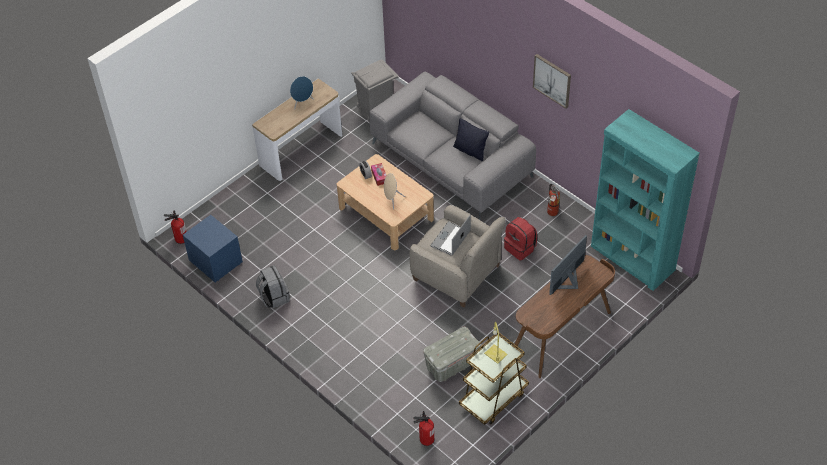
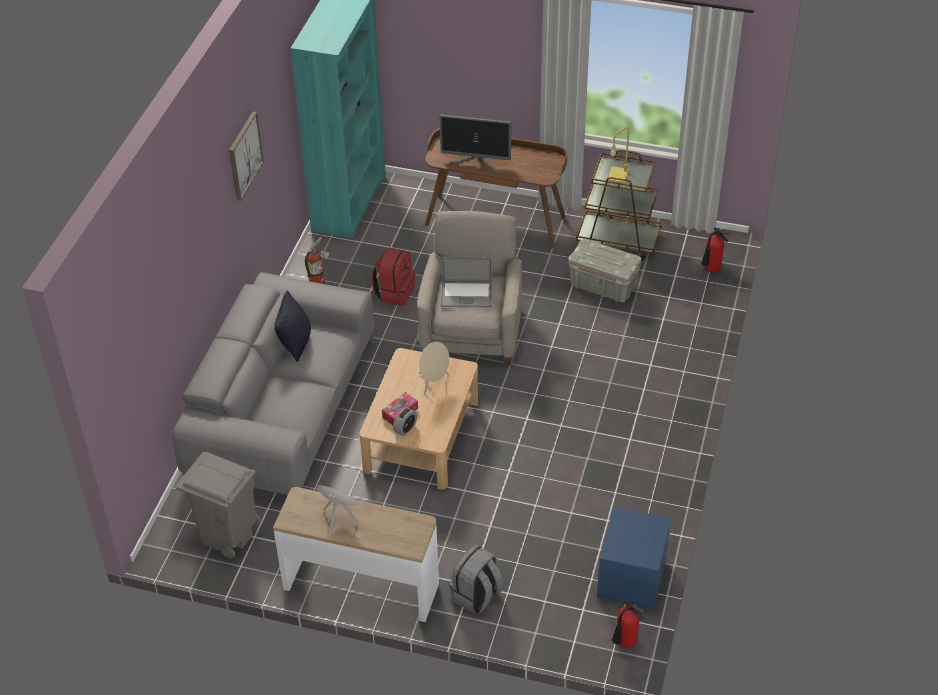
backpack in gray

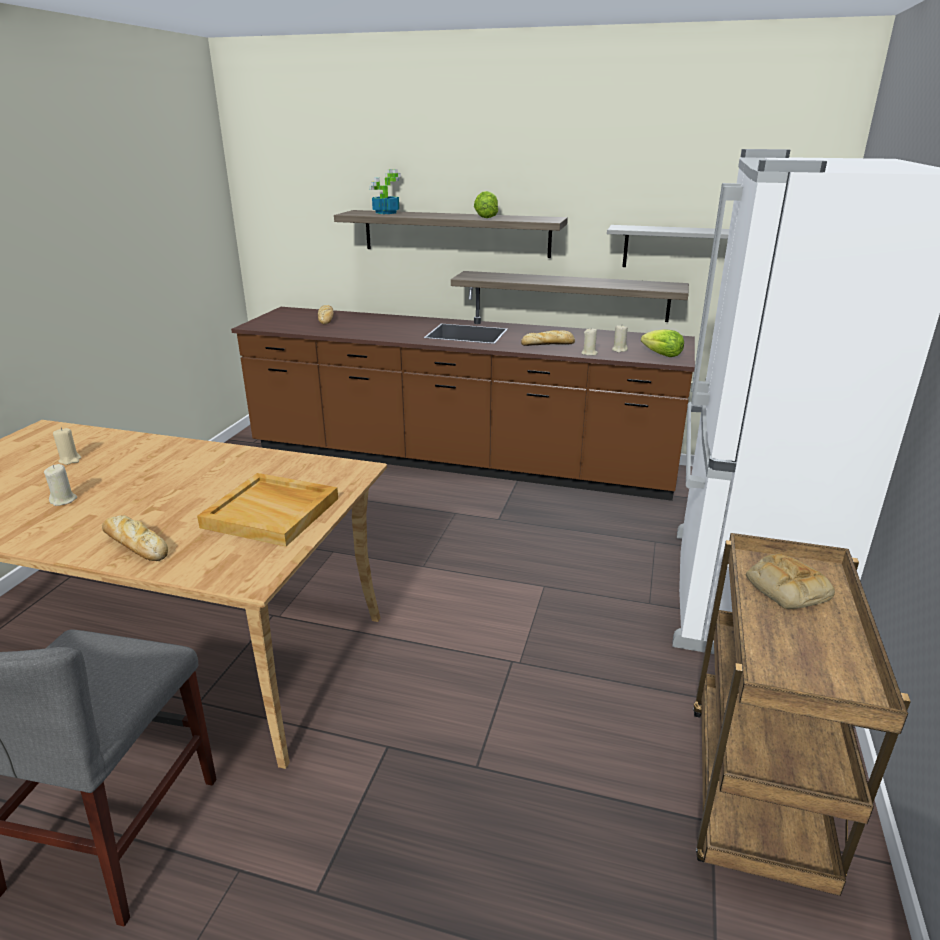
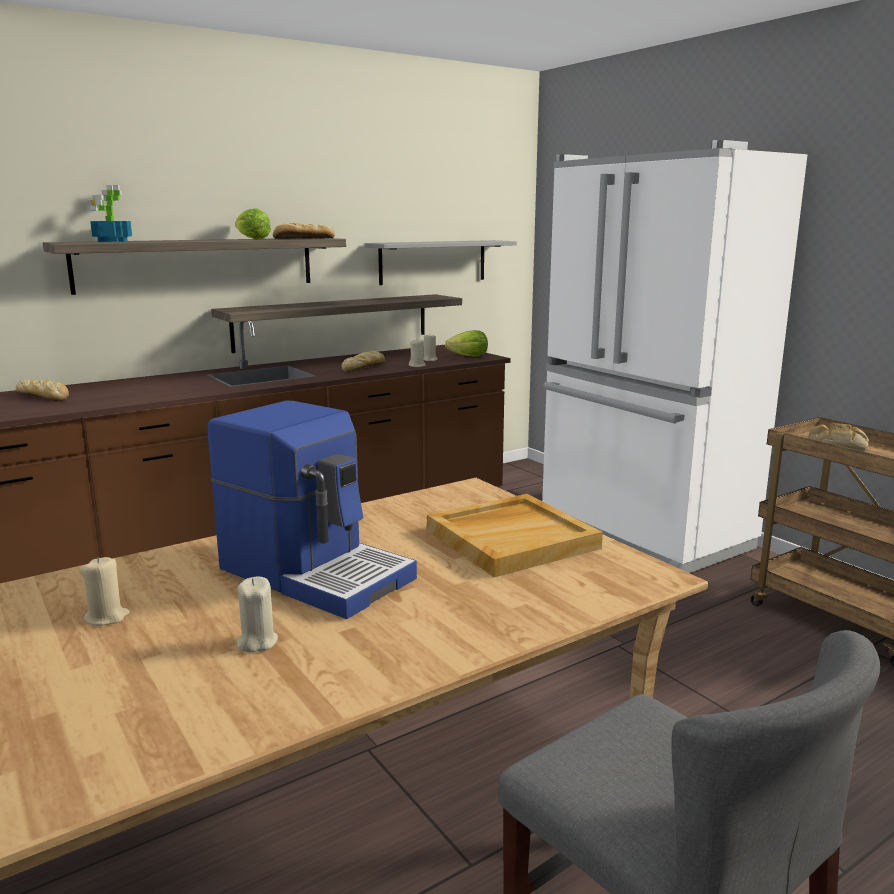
coffee machine; bakery bread (2nd from left)

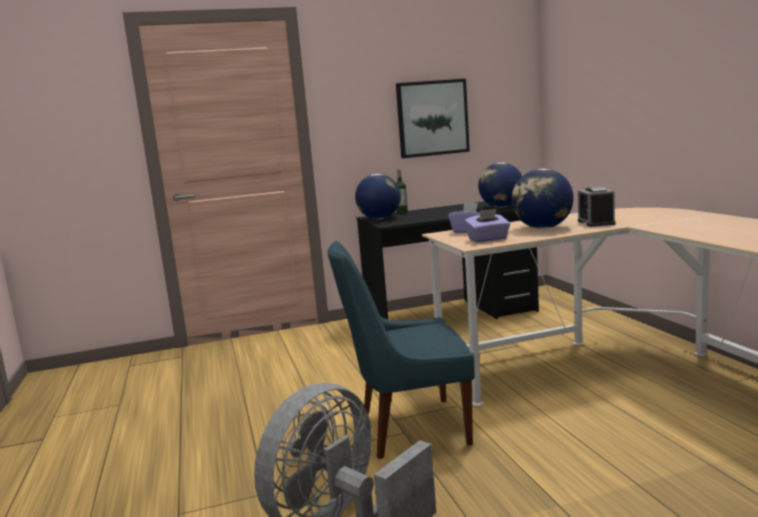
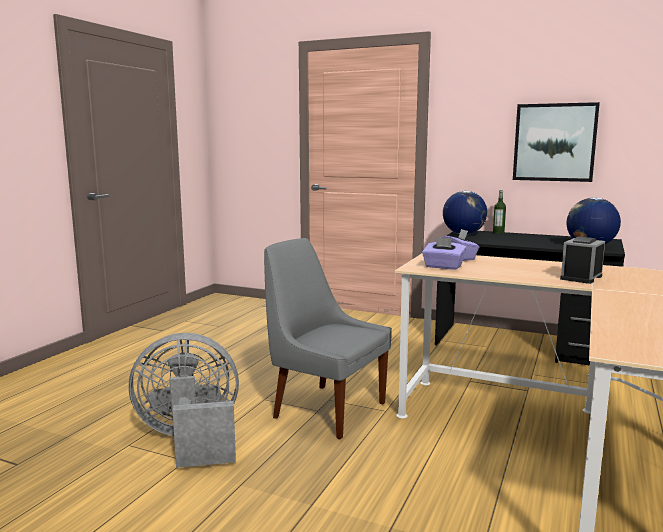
desk globe (3rd from left in the first image); chair in gray

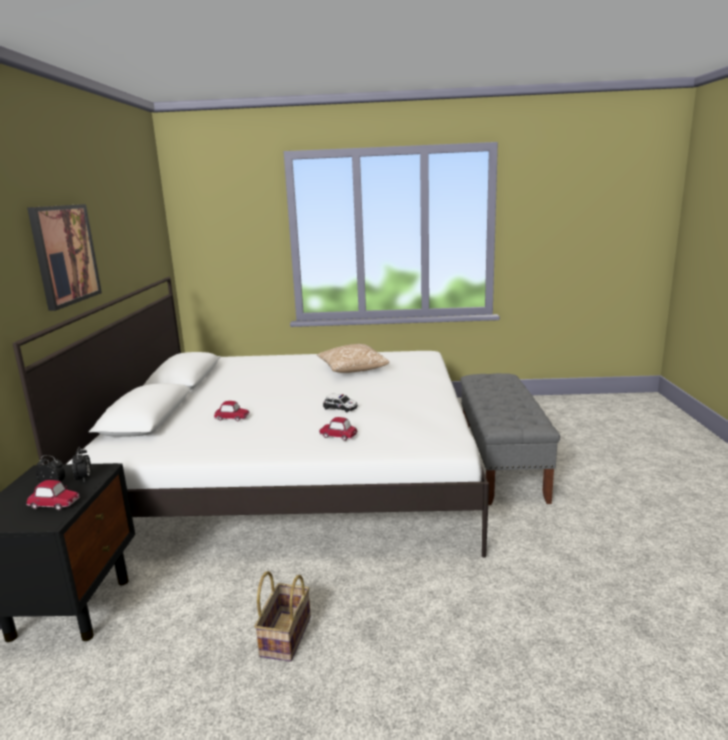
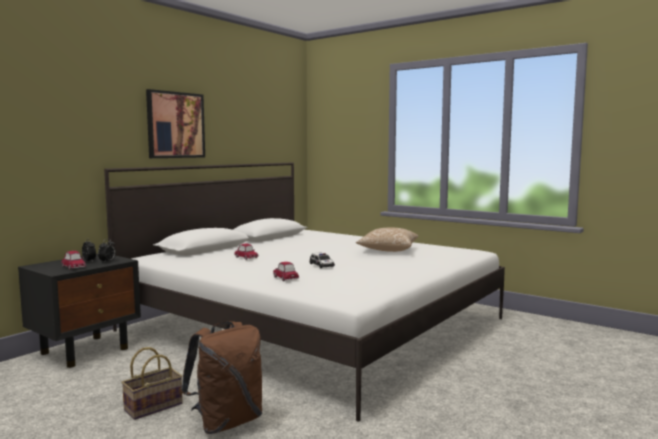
long seat in gray; backpack in brown-coloured

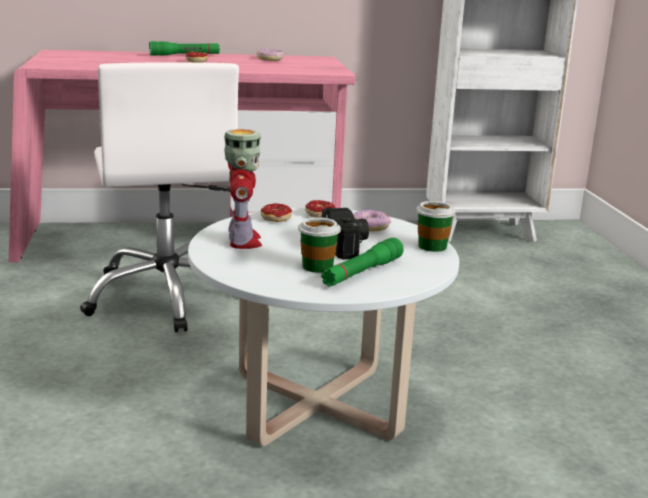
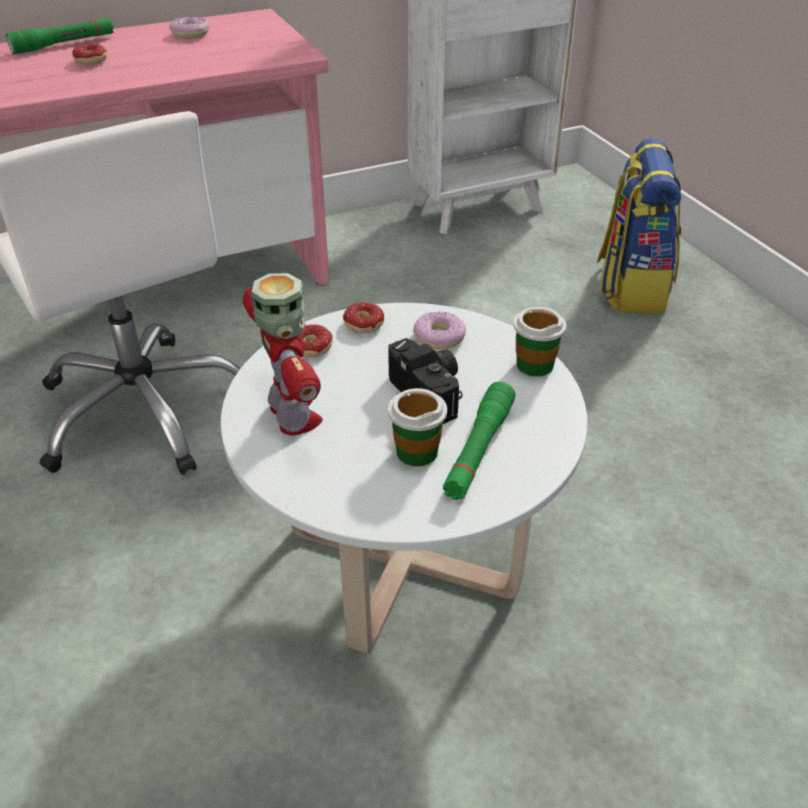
backpack

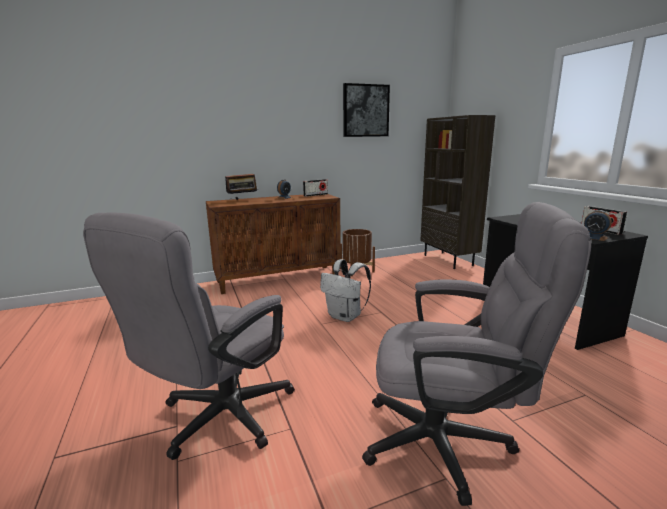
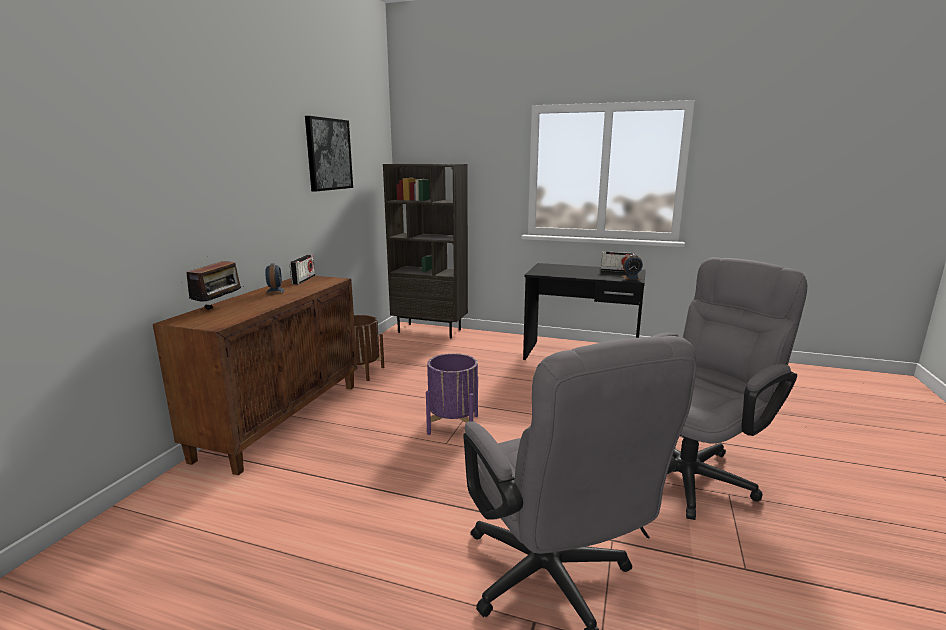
plant pot in purplish

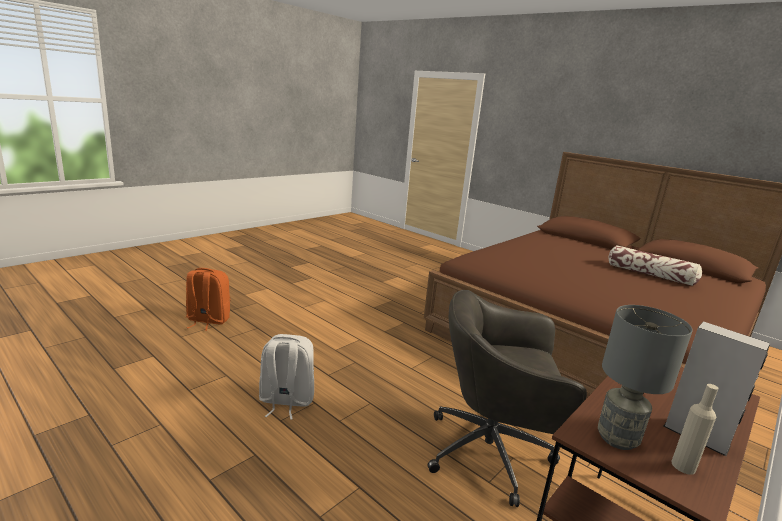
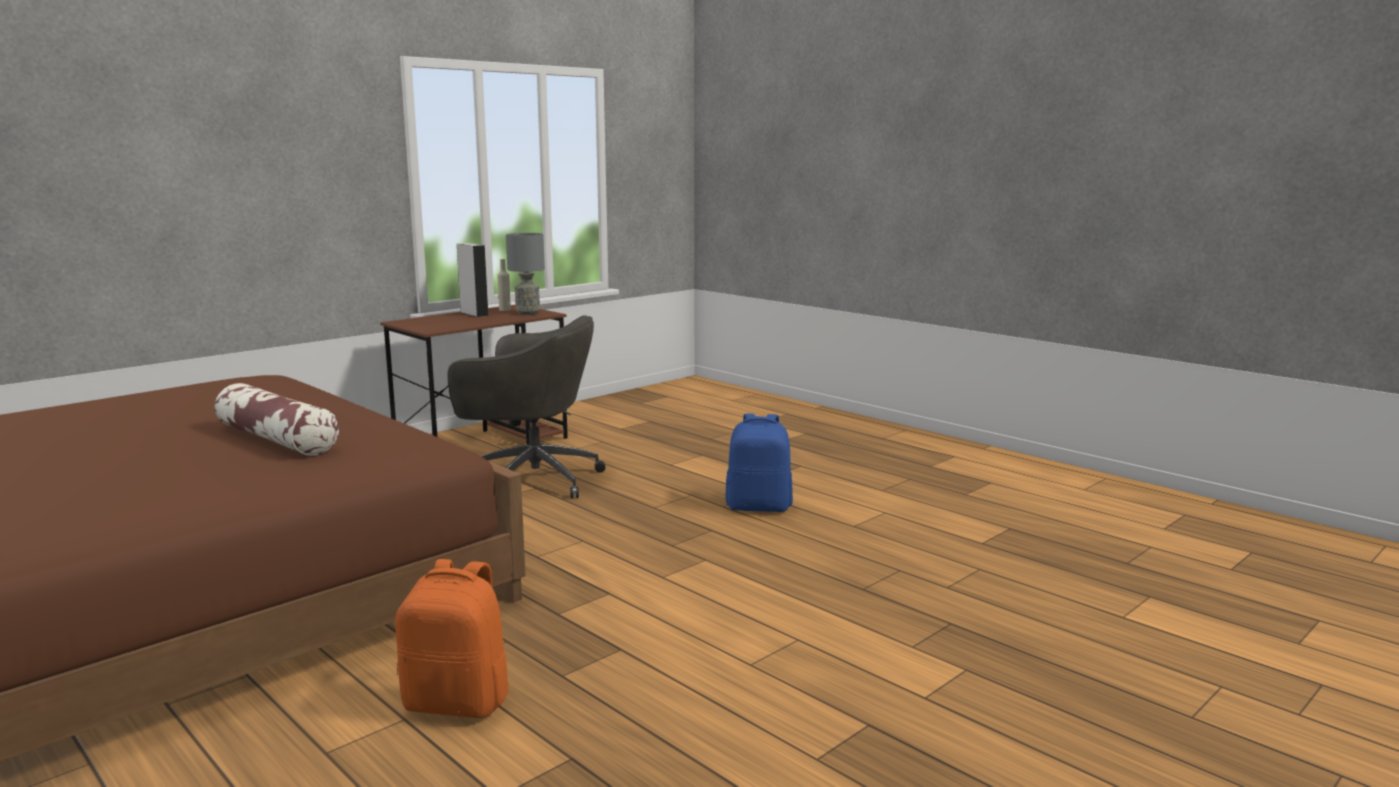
backpack in orange-coloured; pillow; backpack in blue-coloured

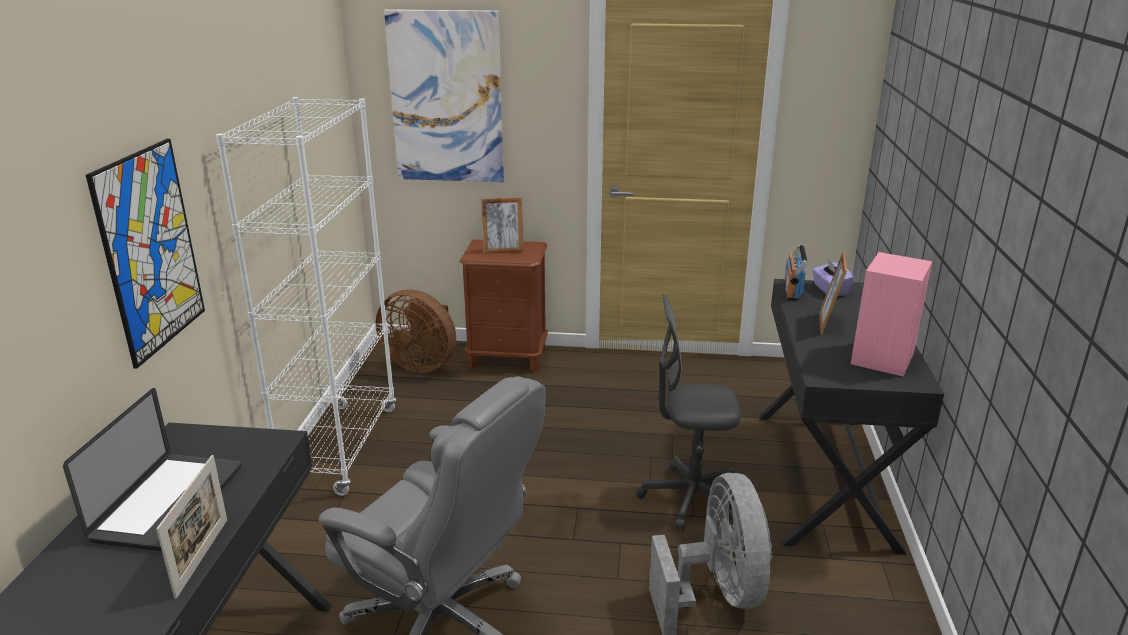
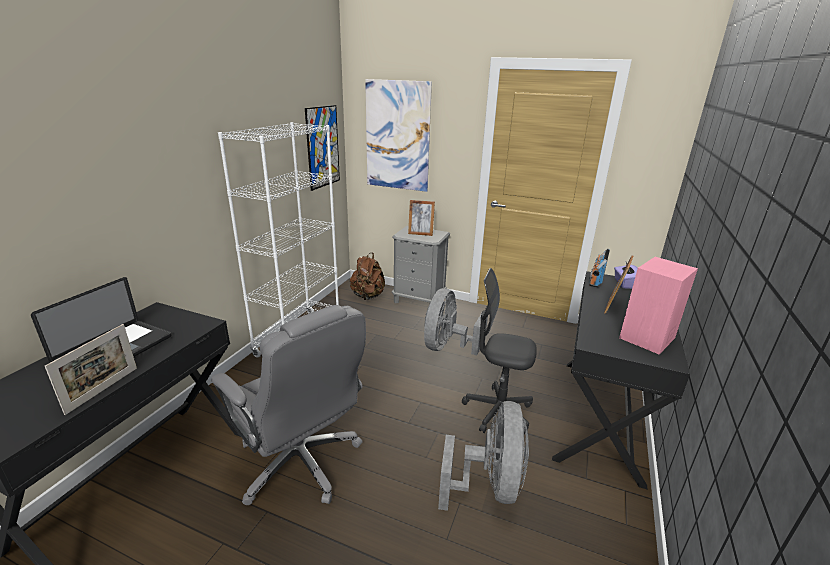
electric fan in gray (1st from left); wall picture (1st from left); backpack in brown-coloured; nightstand in gray

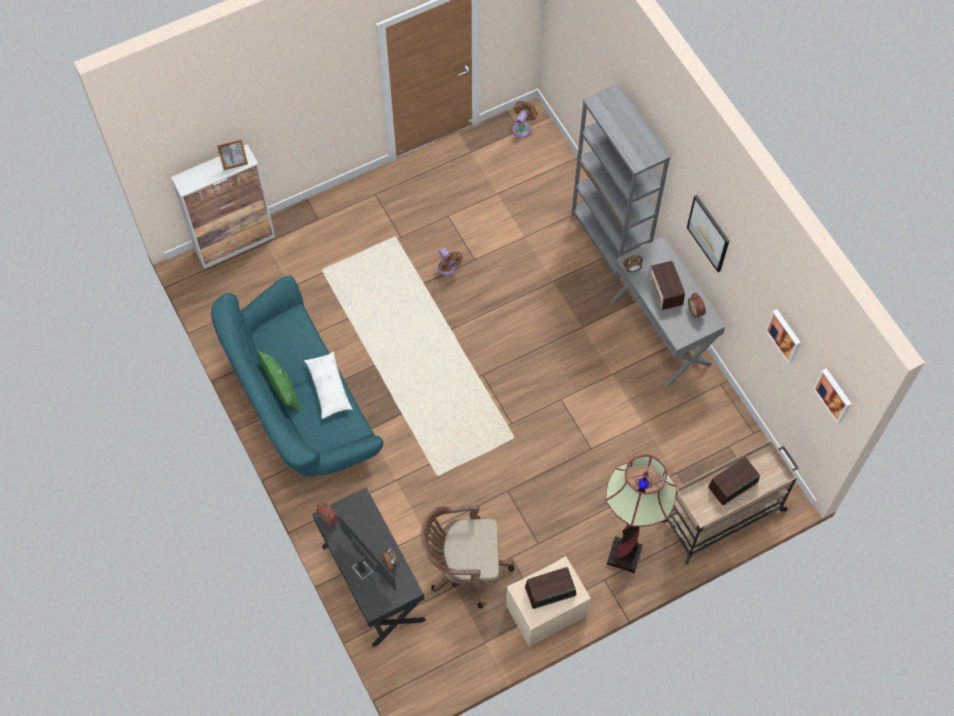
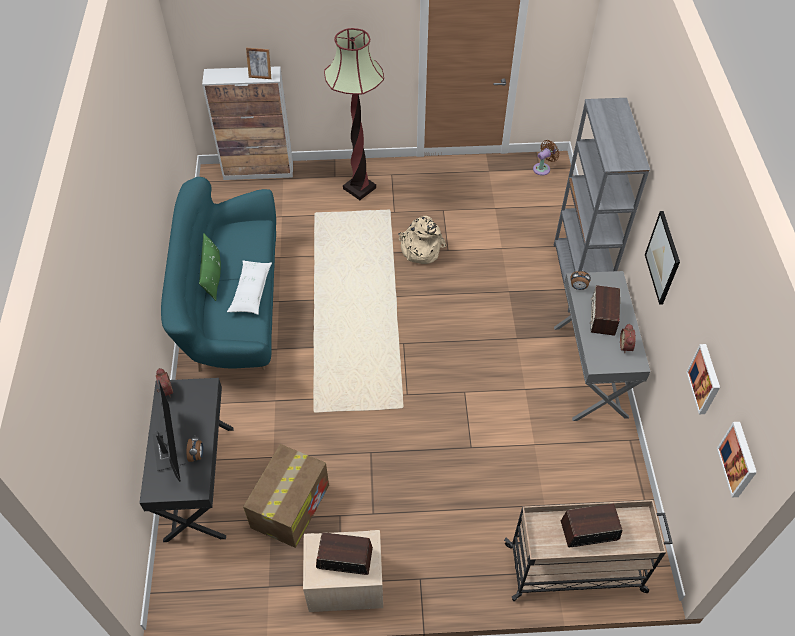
standard lamp; carton; backpack in sand-coloured

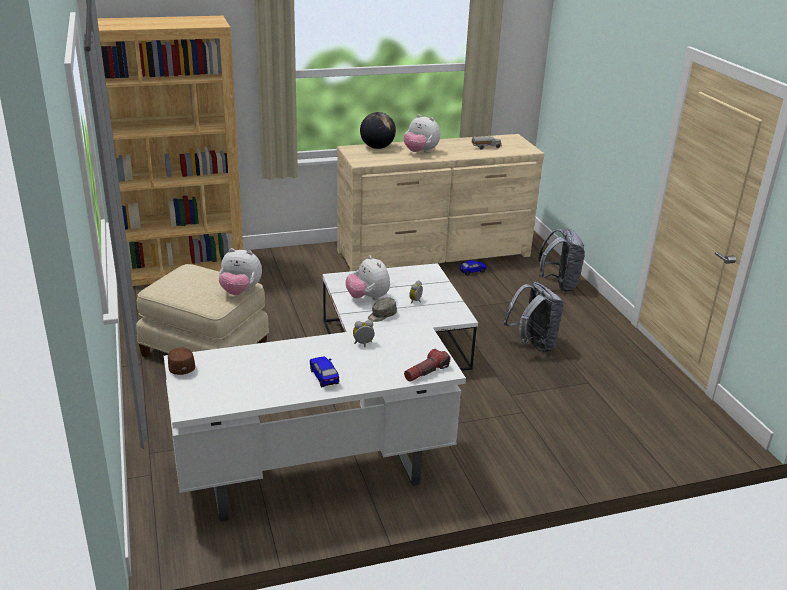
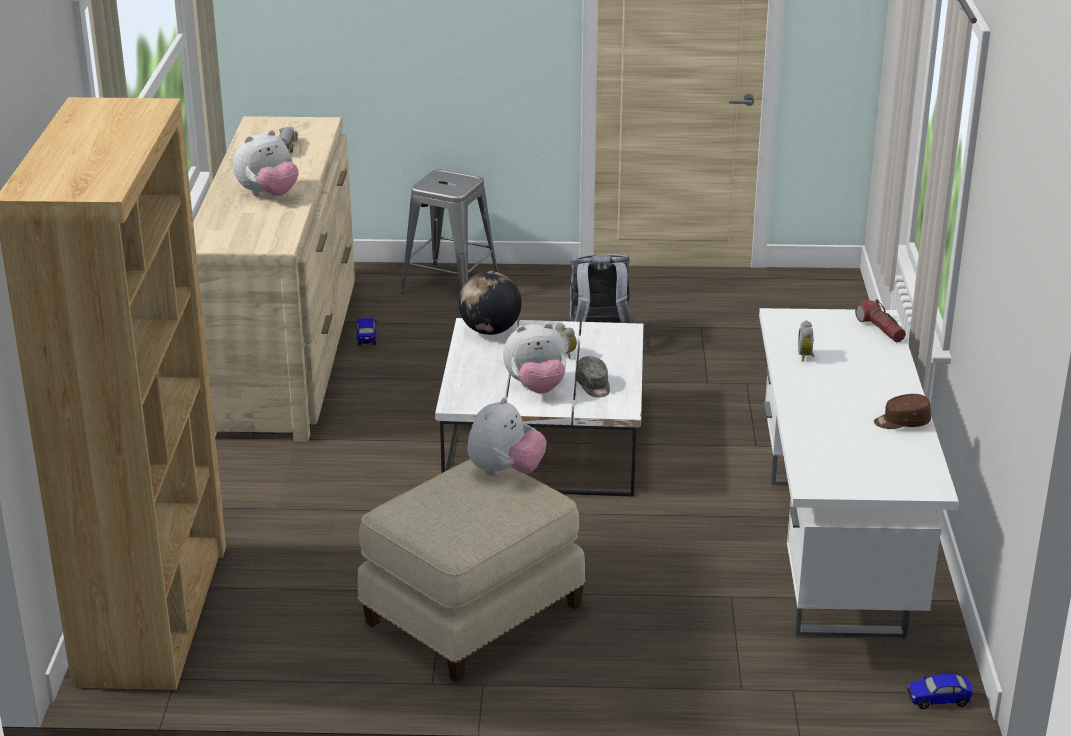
peaked cap in brown-coloured; miniature car (2nd from left); desk globe; sitting stool in gray

